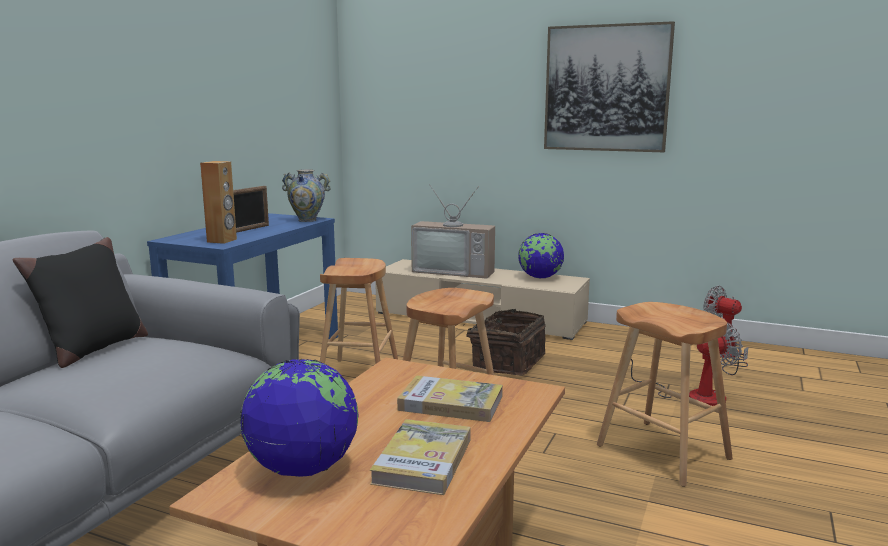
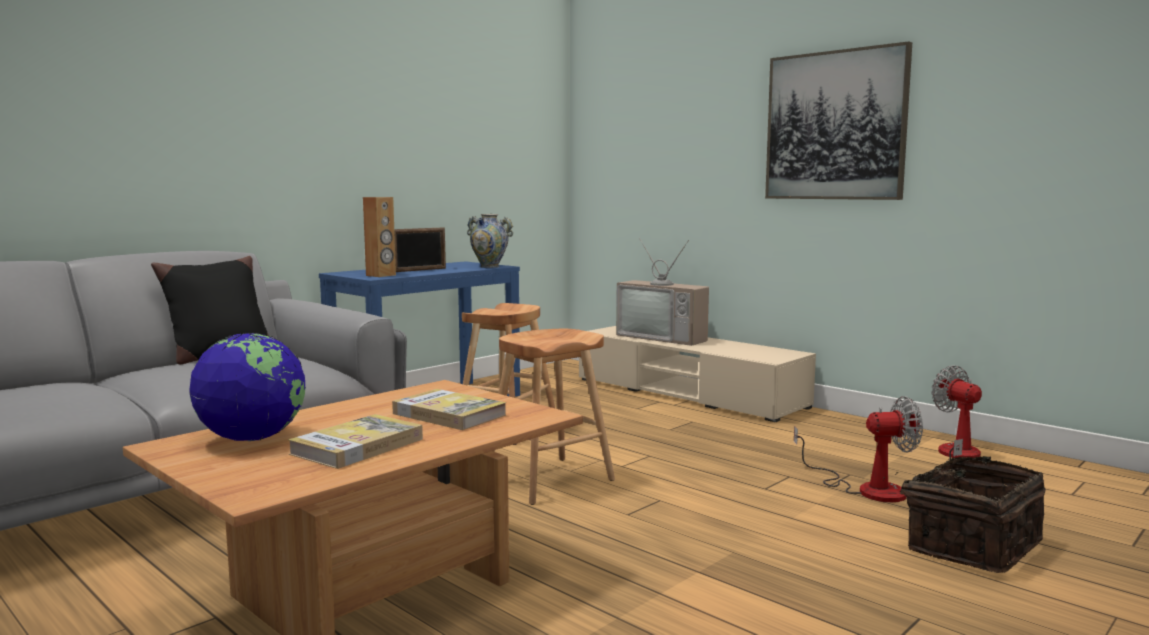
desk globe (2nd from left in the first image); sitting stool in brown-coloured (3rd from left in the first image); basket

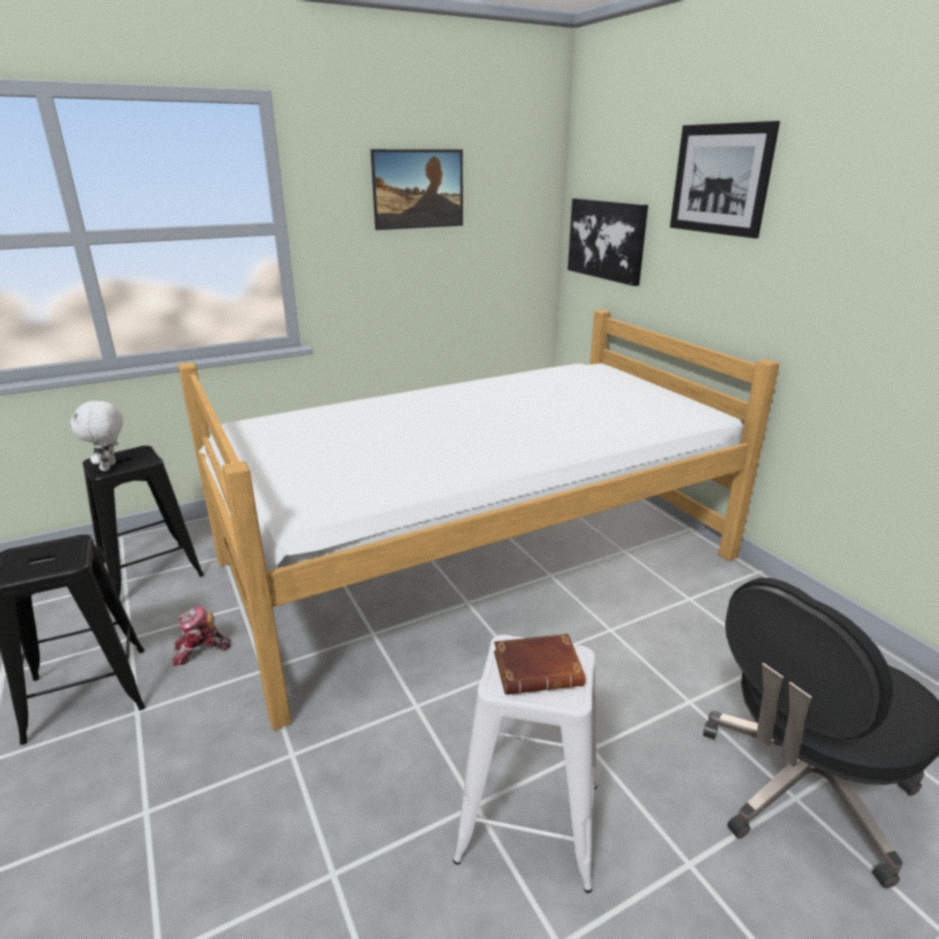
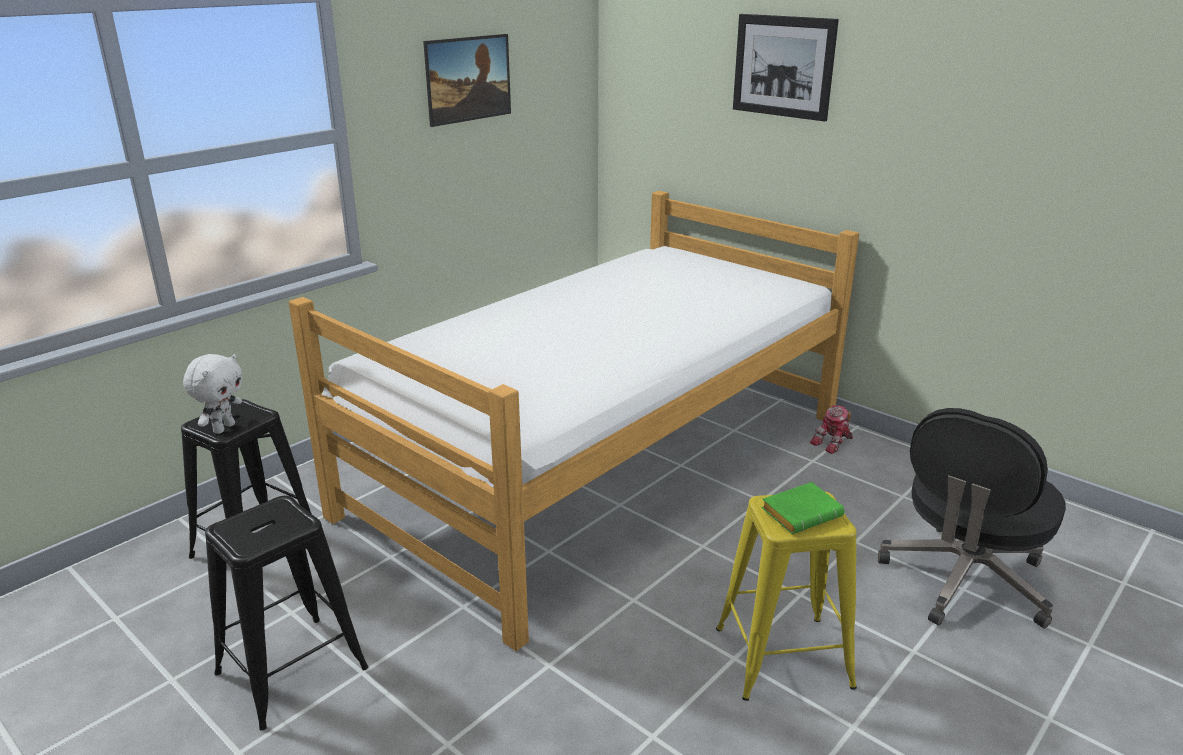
wall picture (2nd from left in the first image); model robot; sitting stool in yellowish; book in green-coloured; soft toy in white

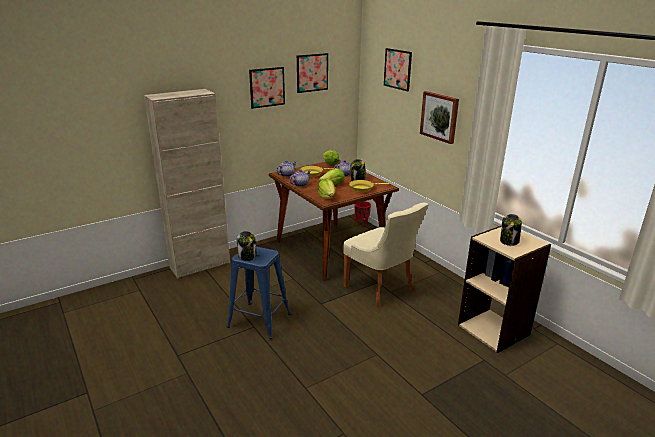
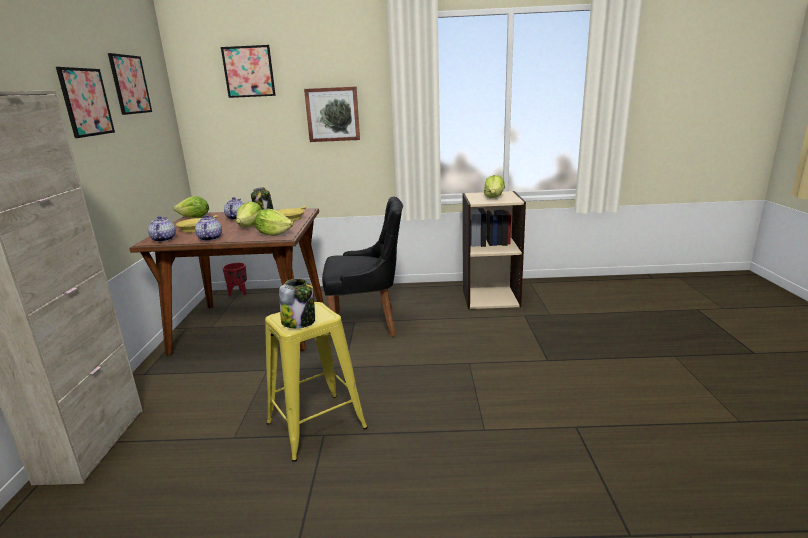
lettuce head (4th from left); sitting stool in yellowish; chair in black-coloured

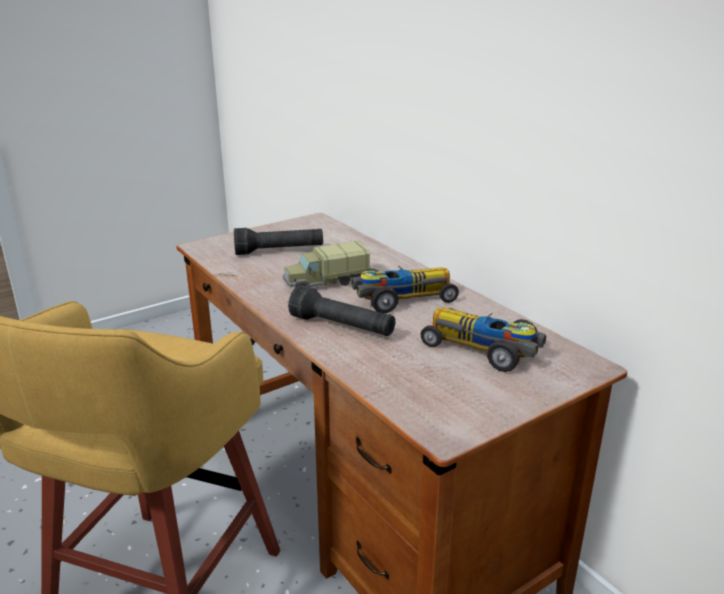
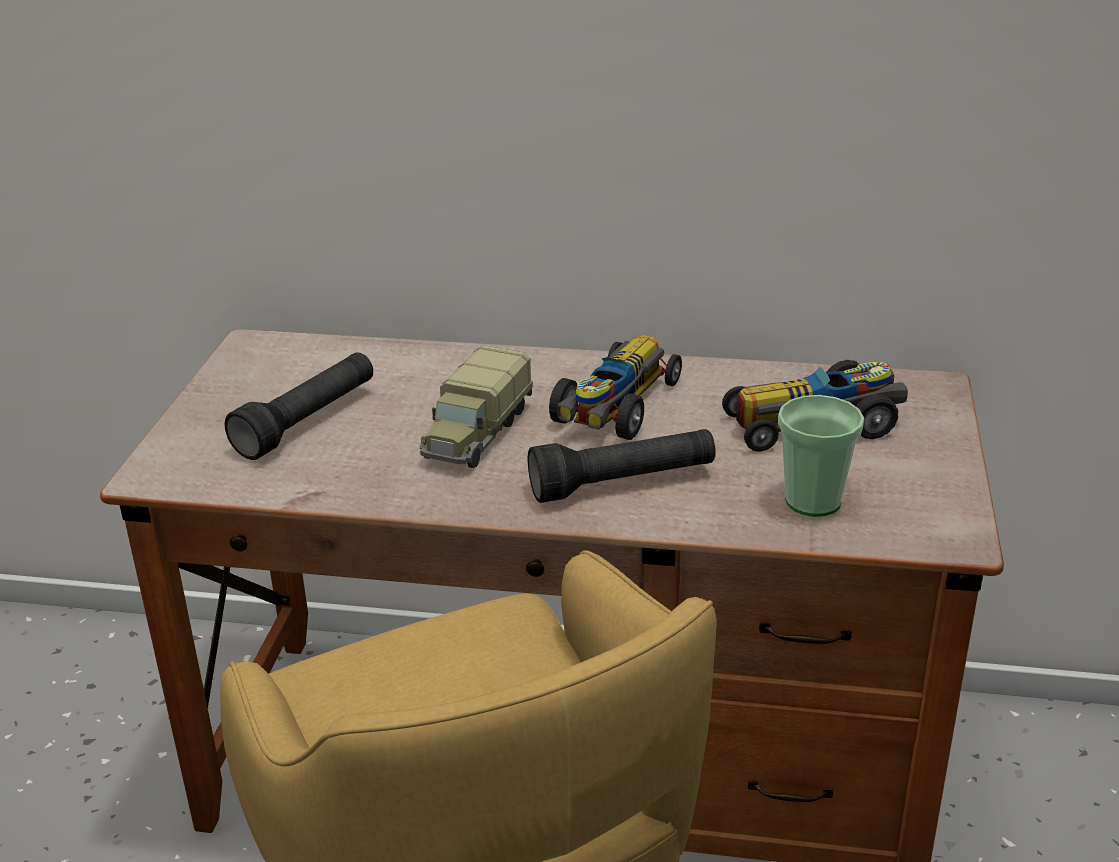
cup

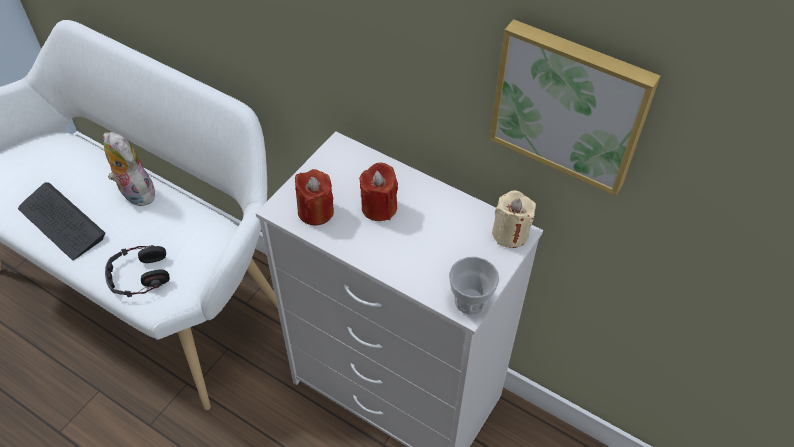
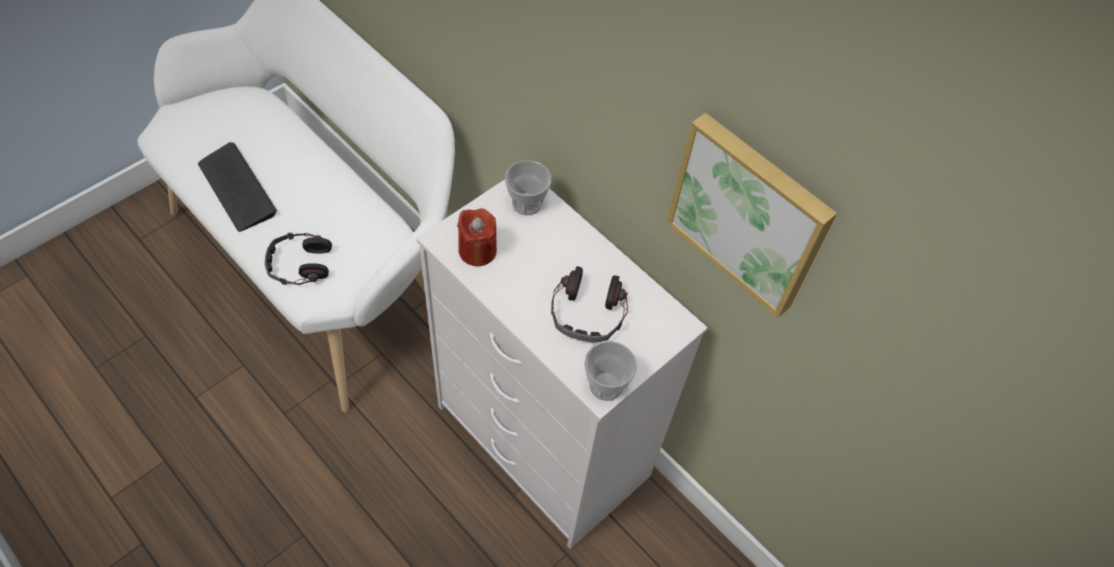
soft toy; wax candle in red (2nd from left in the first image); wax candle in sand-coloured; cup (1st from left); pair of headphones (2nd from left)

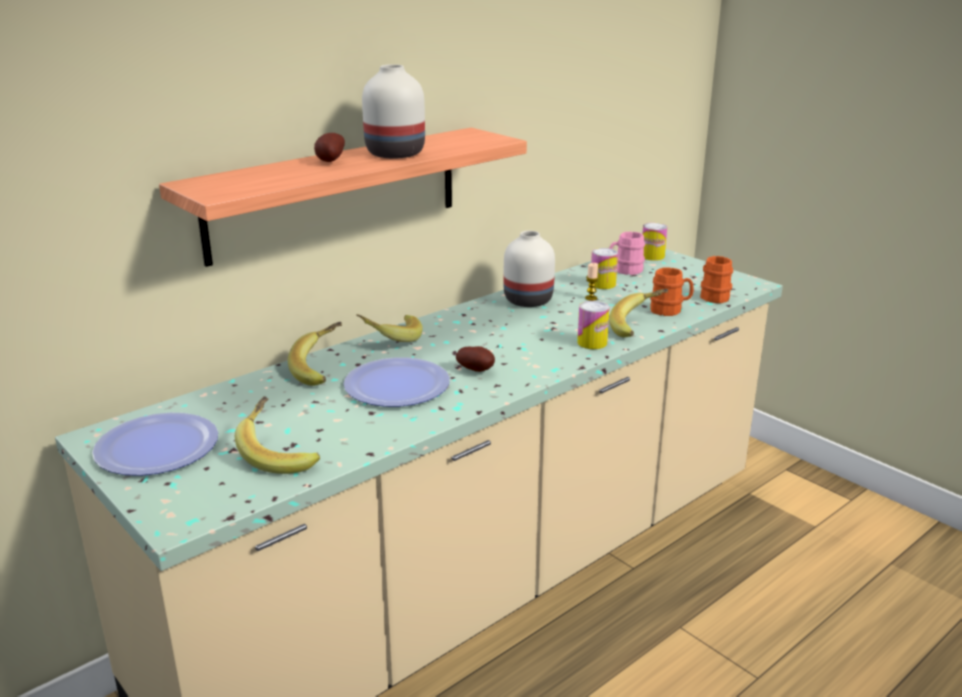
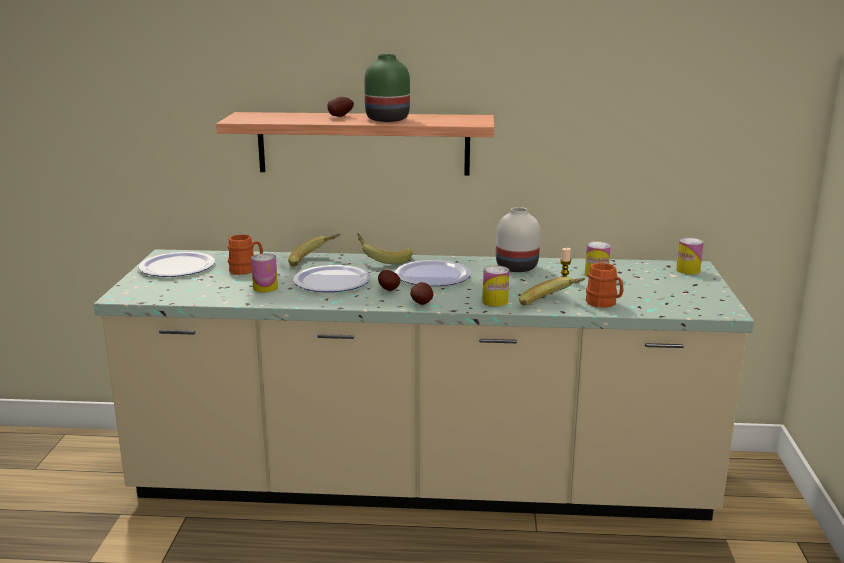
banana fruit (1st from left in the first image); coffee mug in pinkish; metal can (1st from left); flat dish (3rd from left); spud (3rd from left); coffee mug in orange-coloured (1st from left); vase in green-coloured

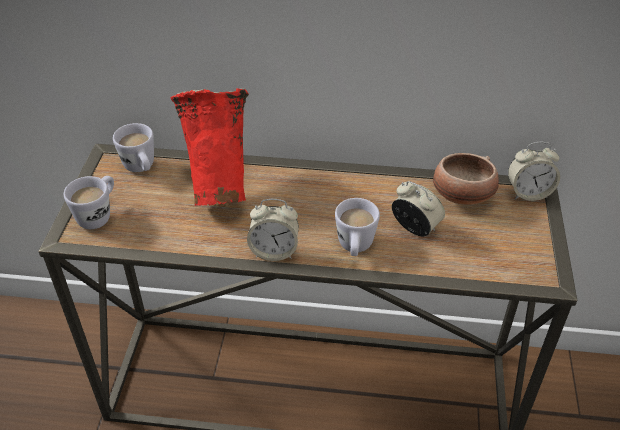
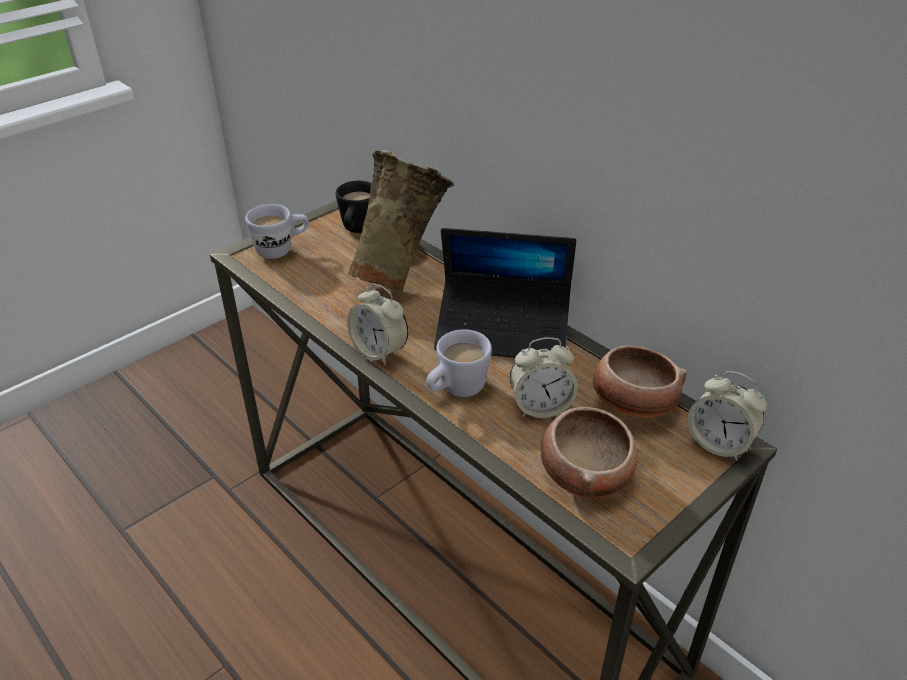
notebook computer; bowl (1st from left); coffee mug in black-coloured; vase in sand-coloured; table clock (2nd from left)

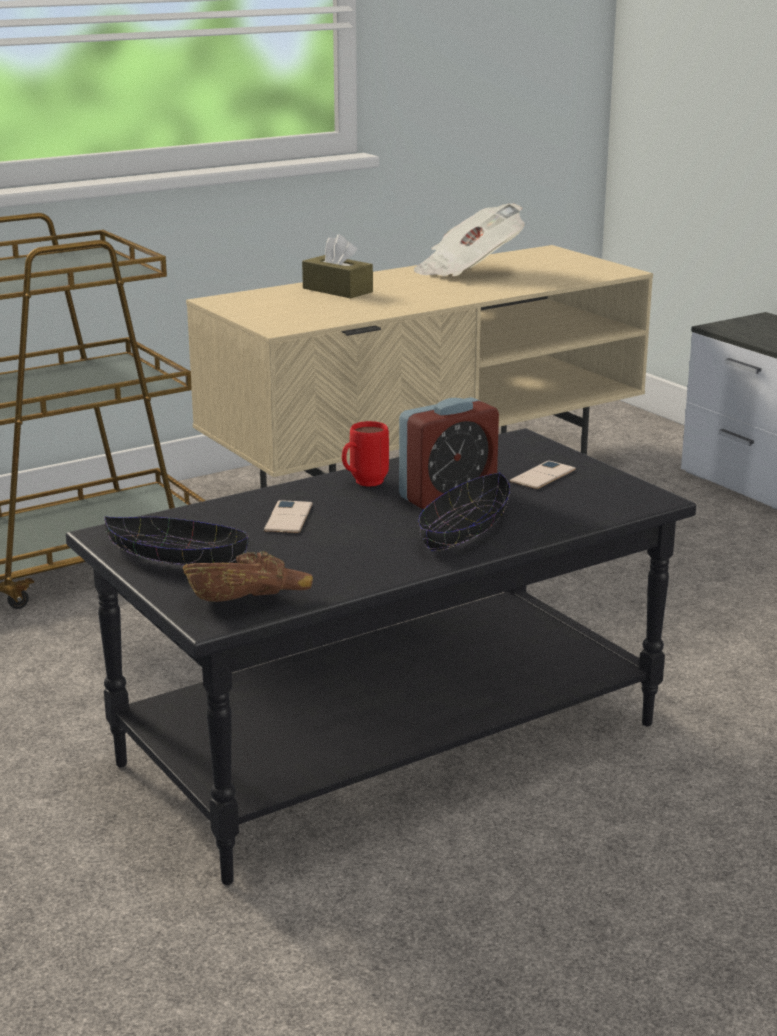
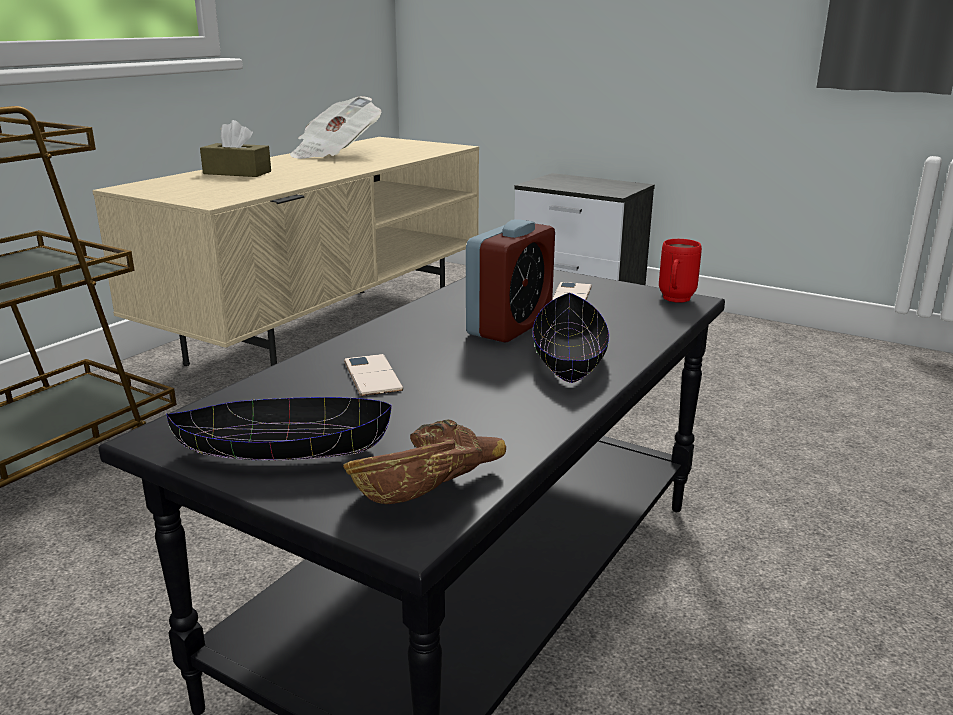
coffee mug in red

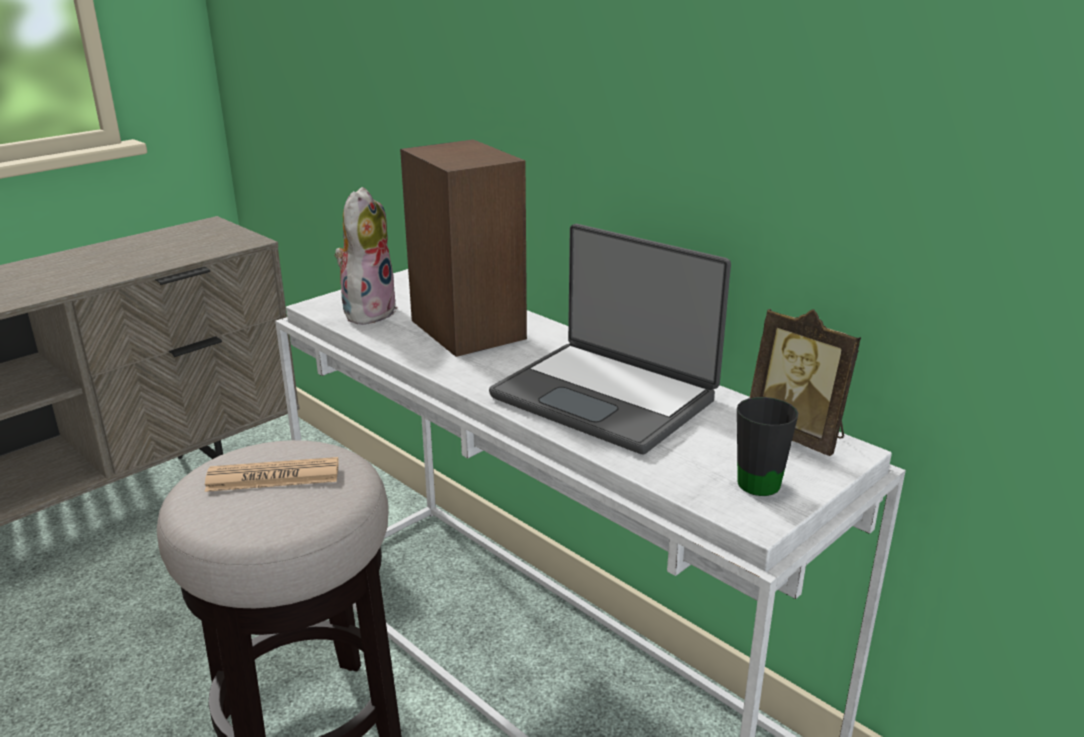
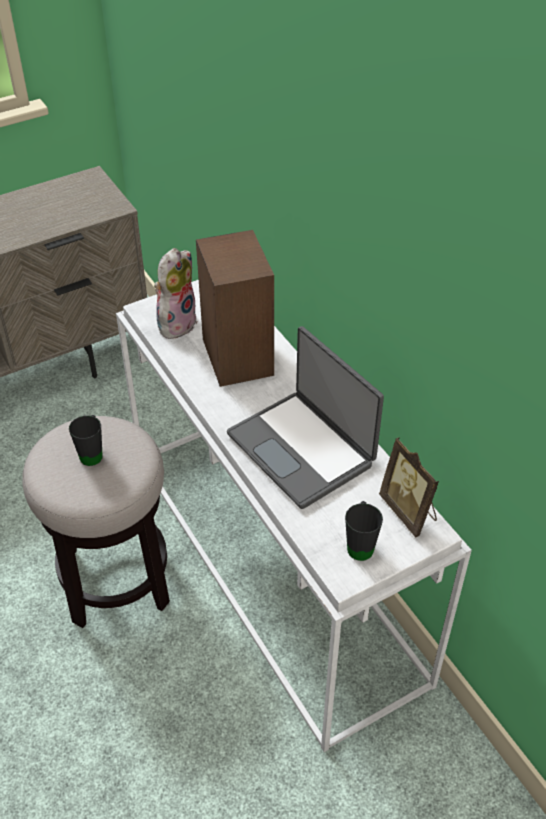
coffee mug in black-coloured (1st from left)

